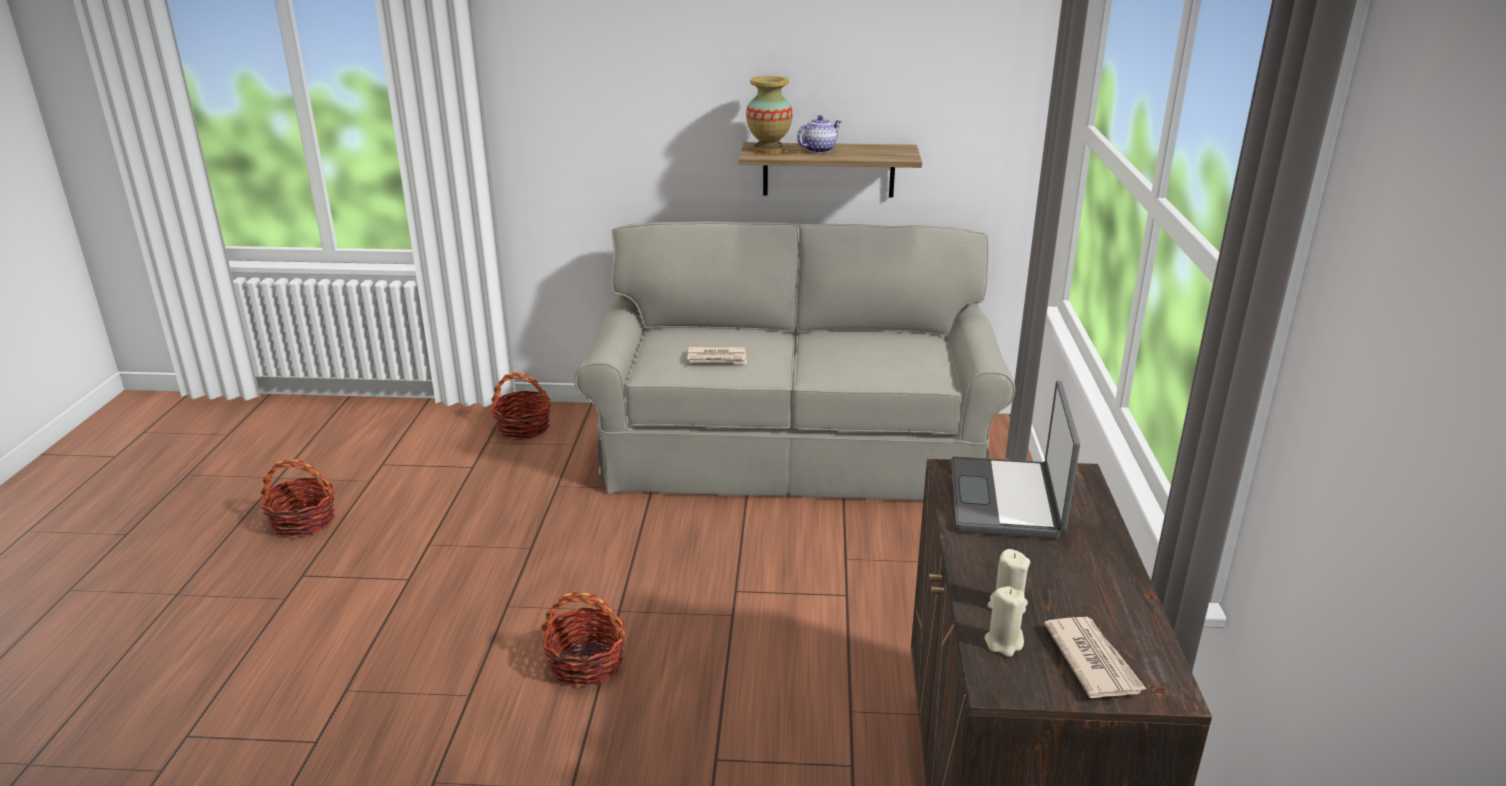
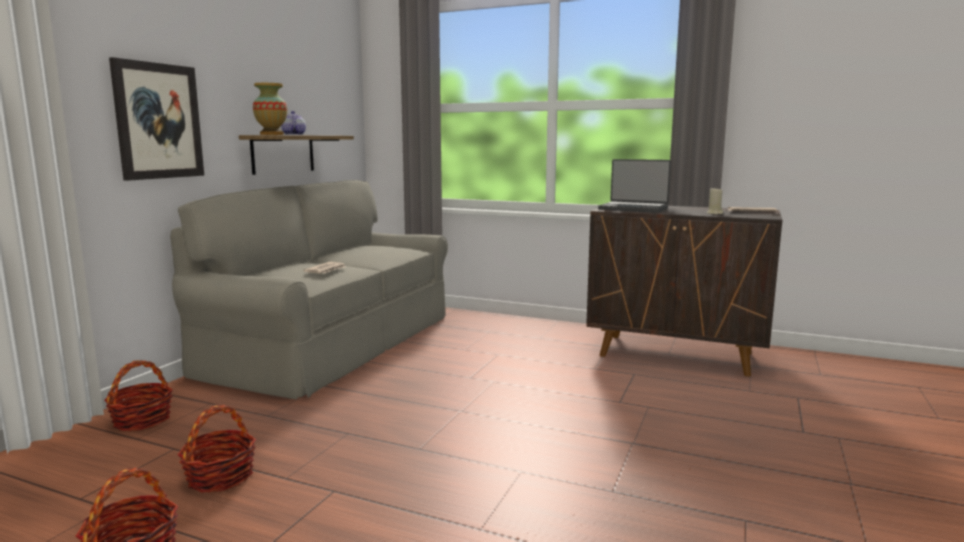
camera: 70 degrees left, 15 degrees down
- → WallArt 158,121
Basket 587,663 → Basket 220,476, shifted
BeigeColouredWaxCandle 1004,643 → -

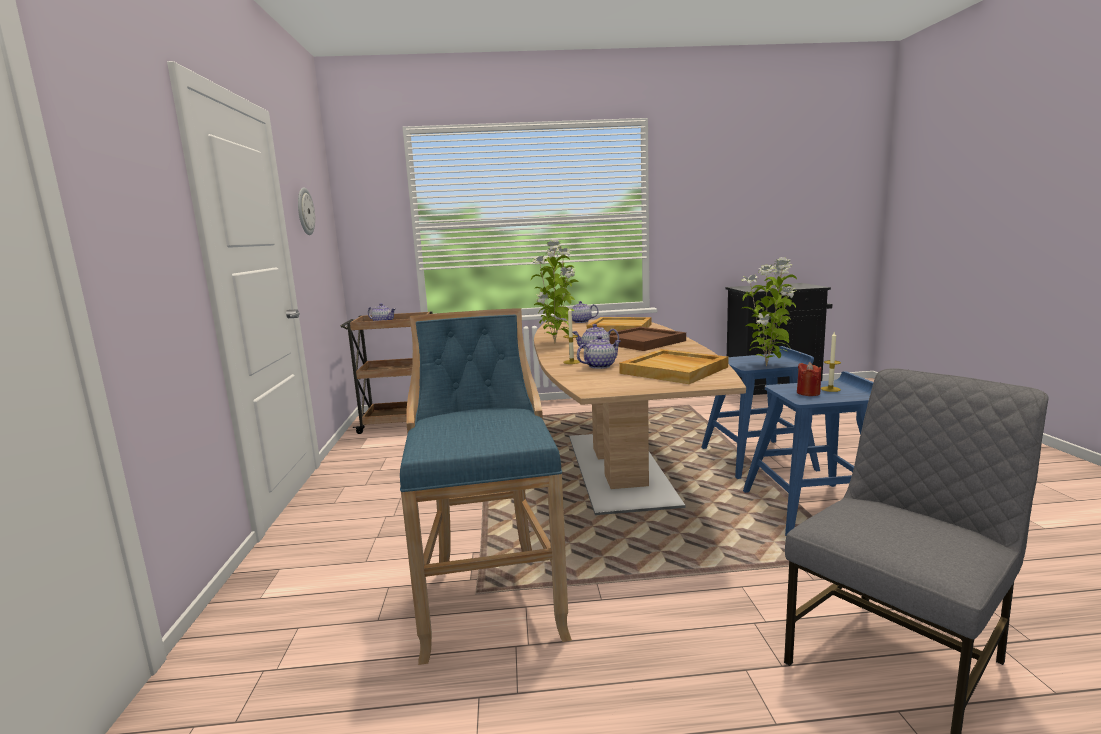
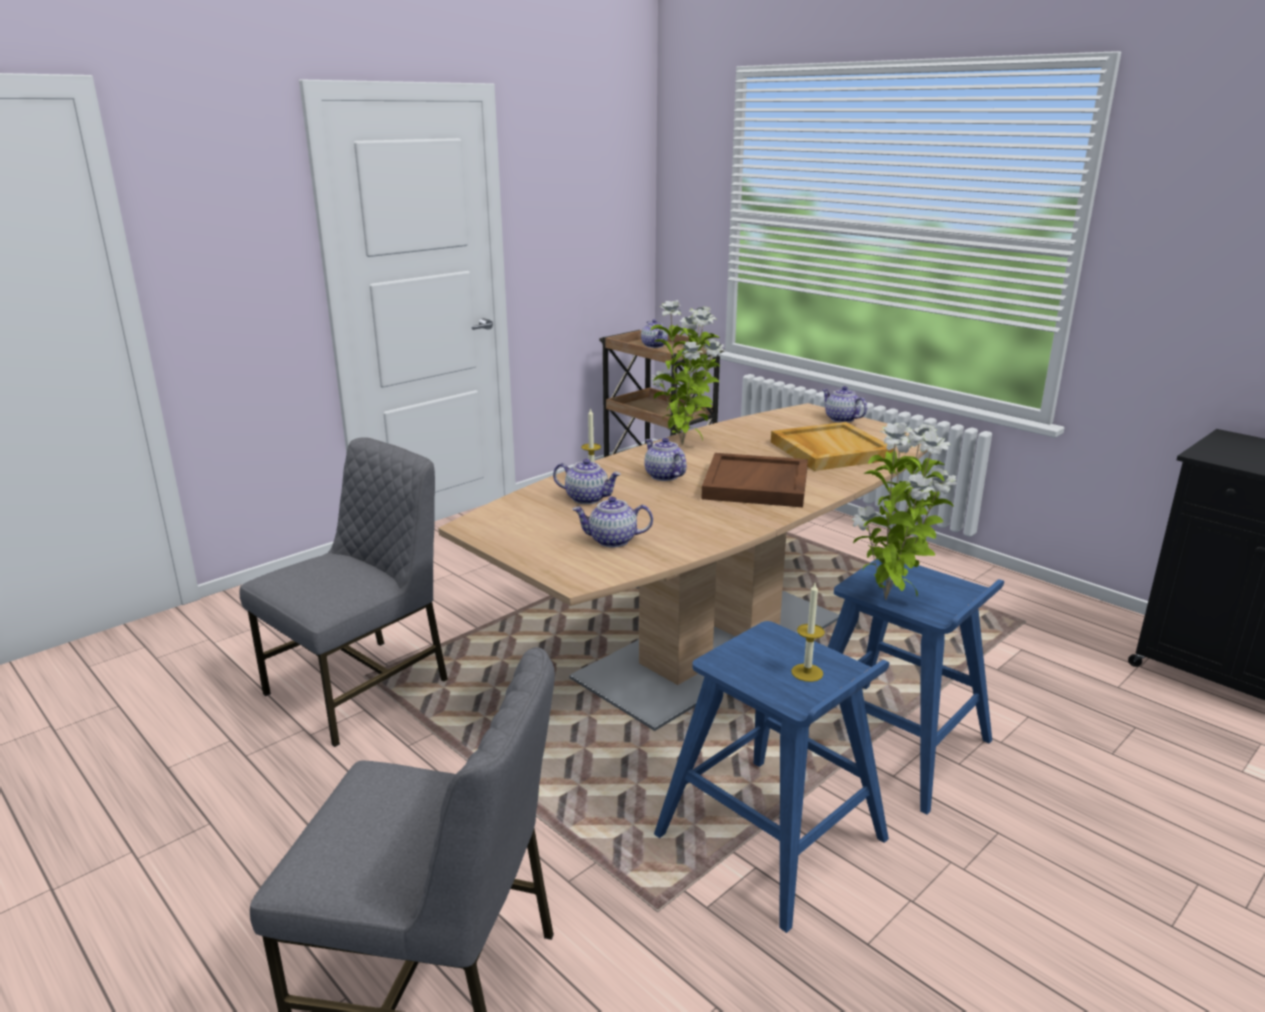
camera: 50 degrees right, 10 degrees up
BlueColouredStoolSeat 490,599 → GreyUprightChair 361,687
BeigeColouredServingTray 675,370 → PotForTea 612,541
WallClock 304,211 → -
RedWaxCandle 808,393 → -

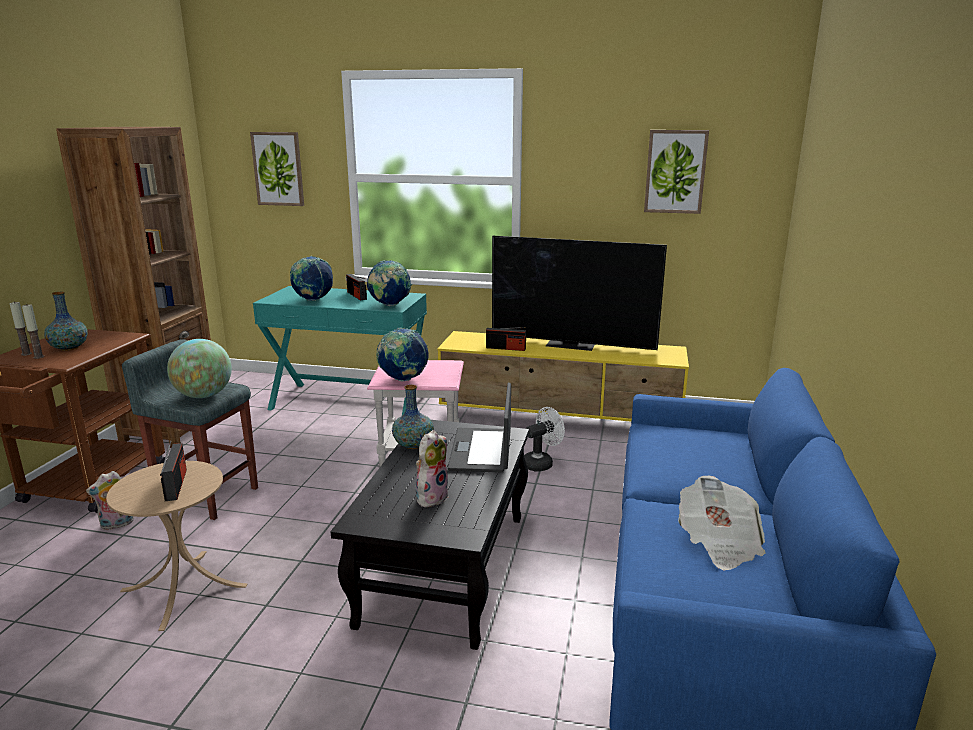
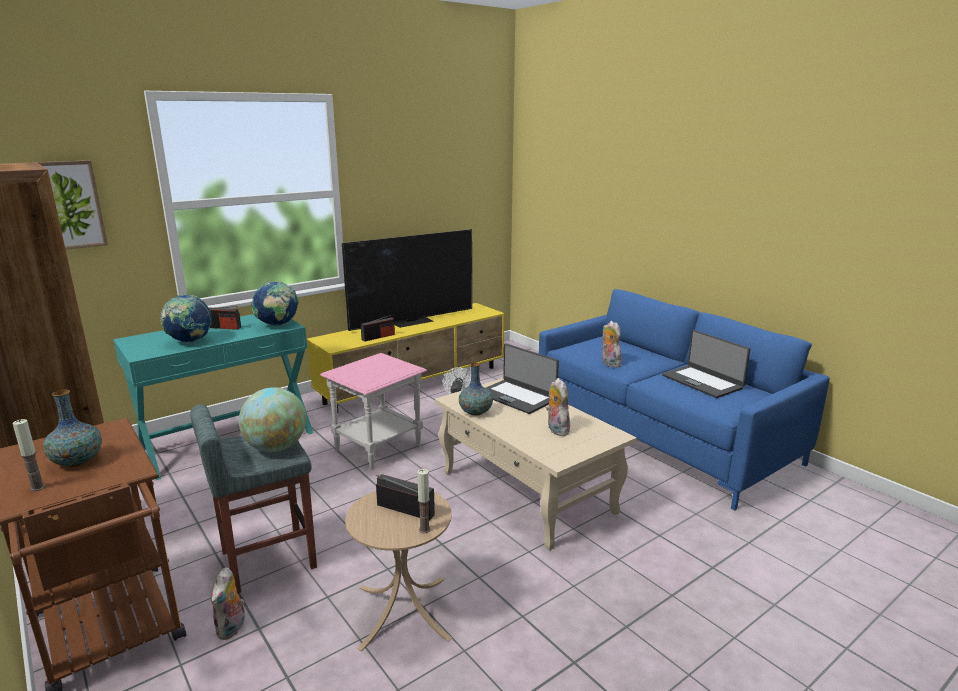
camera: 50 degrees left, 0 degrees up
WaxCandle 38,357 → WaxCandle 424,529, shifted
BlackColouredLoungeTable 445,569 → BeigeColouredLoungeTable 528,492
- → PlushToy 609,363
PrintedPaper 718,543 → NotebookComputer 702,381
Globe 403,379 → -
WallArt 675,171 → -

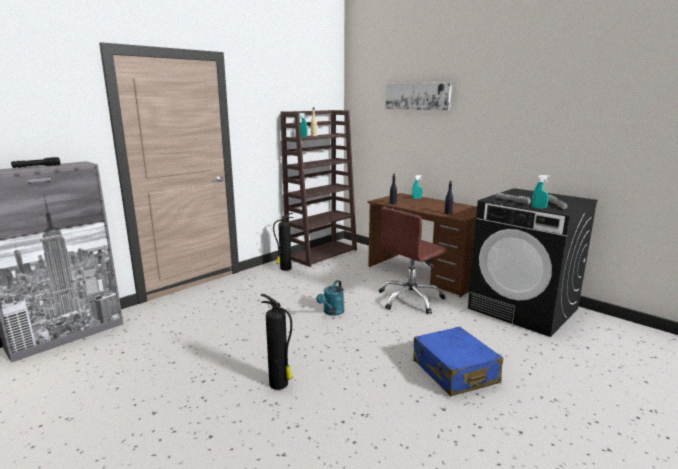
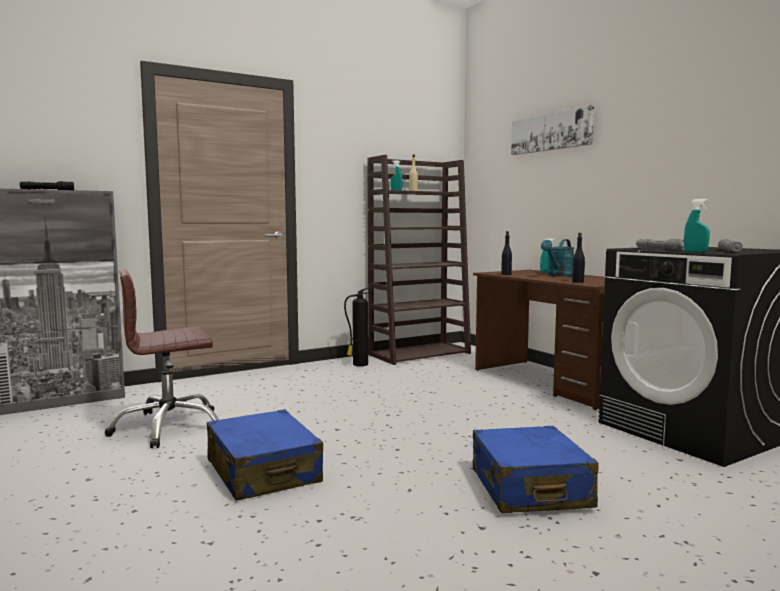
camera: 15 degrees right, 10 degrees down
BrownOfficeChair 410,299 → BrownOfficeChair 168,427, shifted
Extinguisher 279,384 → BlueColouredTravelCase 263,472
TurquoiseColouredWateringCan 332,312 → TurquoiseColouredWateringCan 558,275, shifted

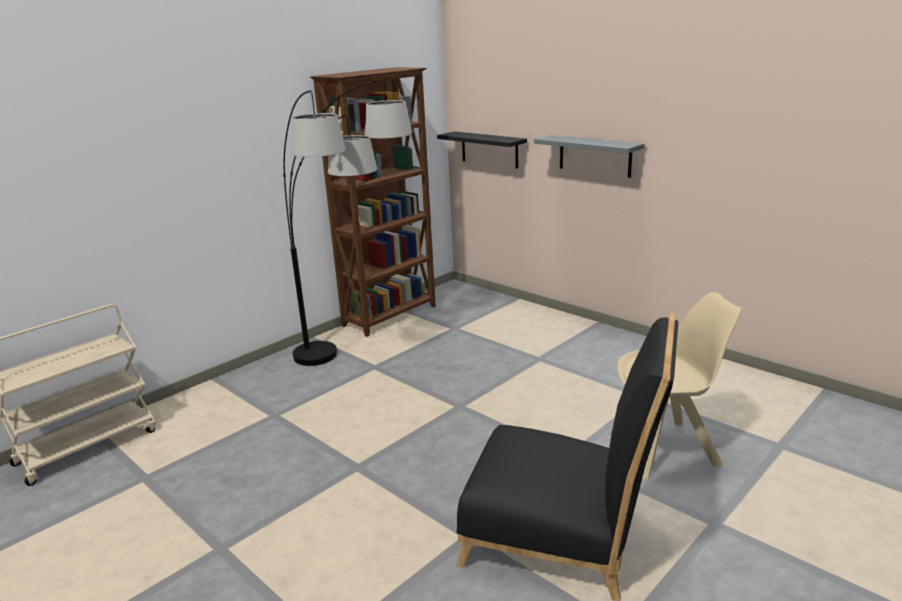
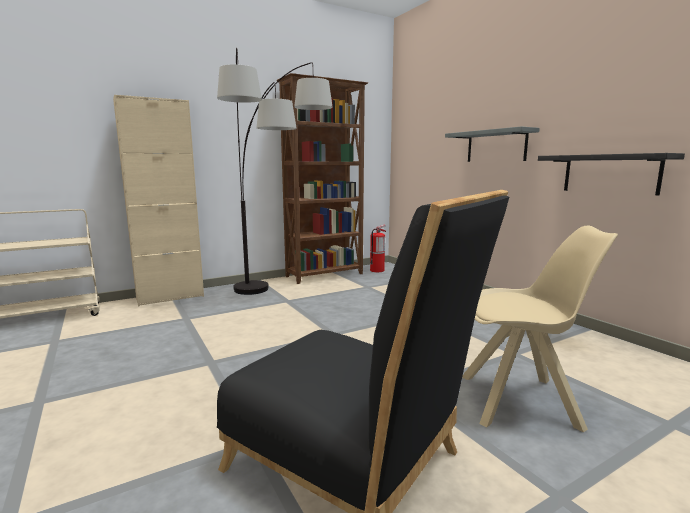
camera: 15 degrees right, 10 degrees down
- → BeigeColouredStorageCabinet 170,297
- → Extinguisher 377,270
BlackColouredBracketShelf 489,149 → BlackColouredBracketShelf 610,174, shifted

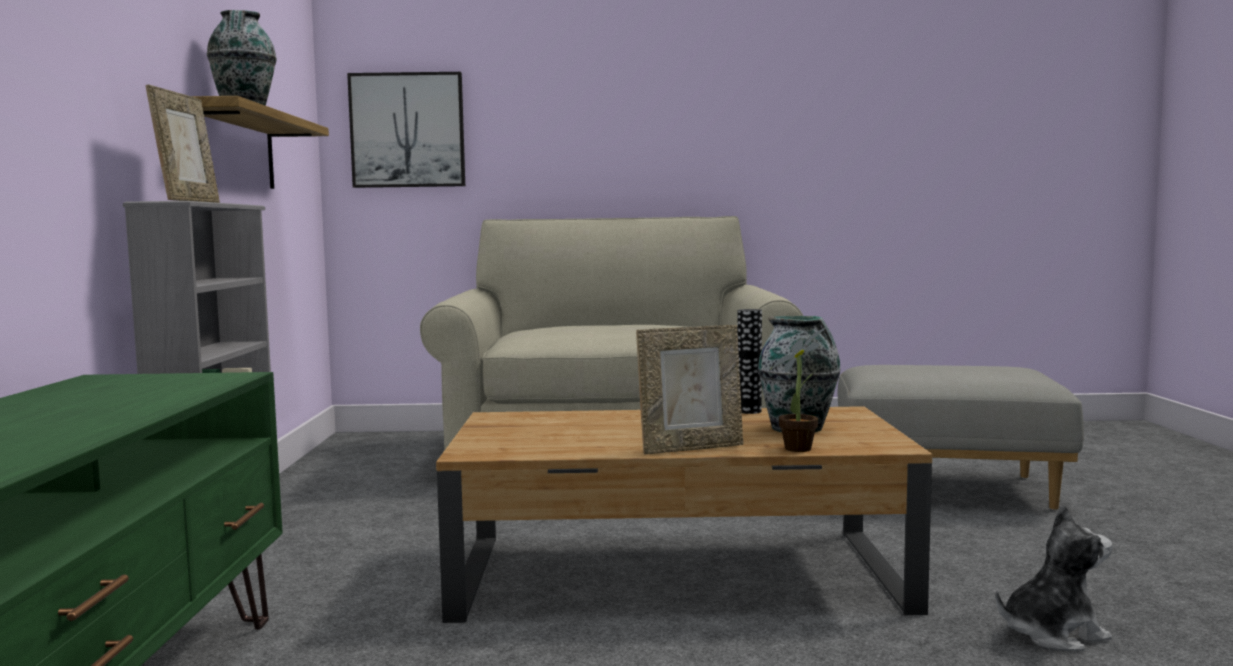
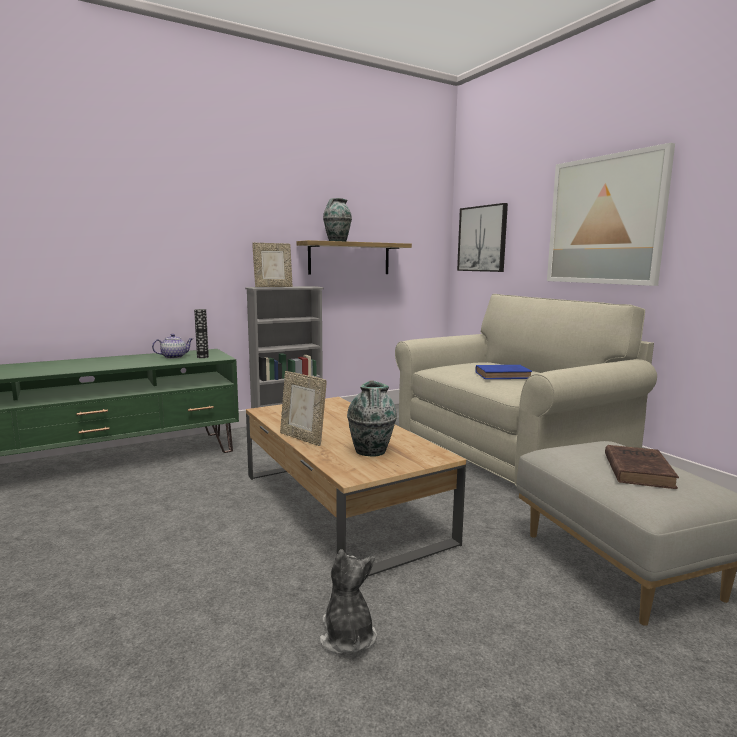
camera: 60 degrees right, 5 degrees up
- → PotForTea 174,357
DecorativeVase 749,411 → DecorativeVase 202,357, shifted
PlushToy 1052,633 → PlushToy 347,636, 150 degrees counterclockwise
- → BlueColouredBook 504,375
- → WallArt 605,220
- → BrownBook 637,470
PottedPlant 801,448 → -

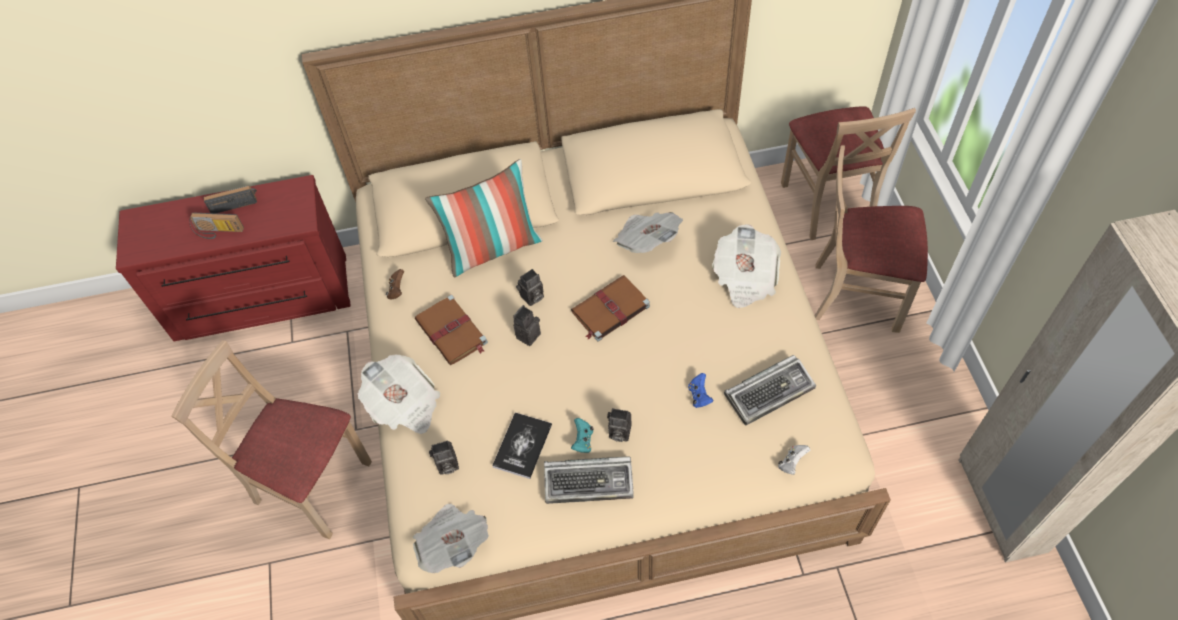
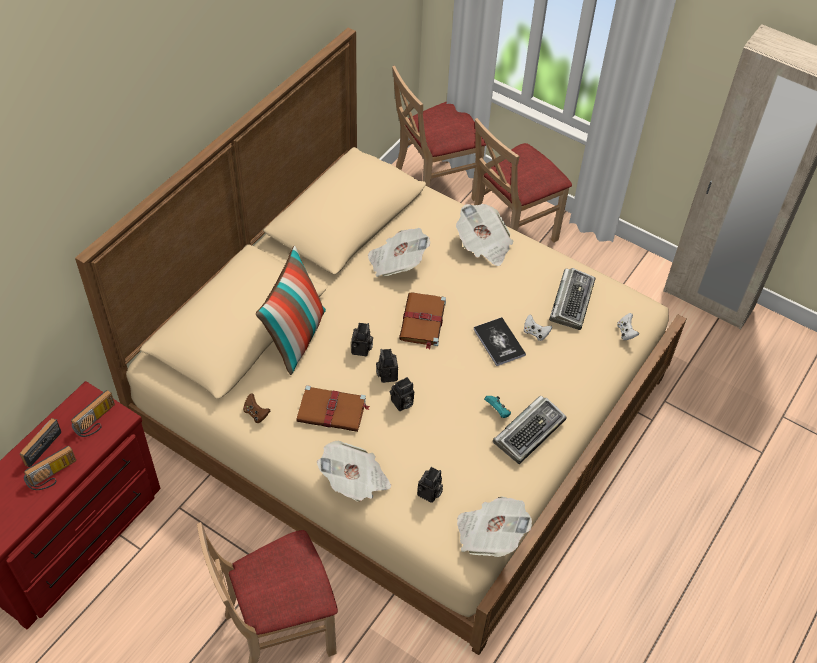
camera: 50 degrees left, 5 degrees down
- → Radio 97,421
PhotoCamera 618,433 → PhotoCamera 401,404, shifted
BeigeColouredUprightChair 828,204 → BeigeColouredUprightChair 434,187, 120 degrees clockwise
Book 522,446 → Book 499,342, shifted
BlueColouredJoypad 699,396 → WhiteColouredJoypad 535,333

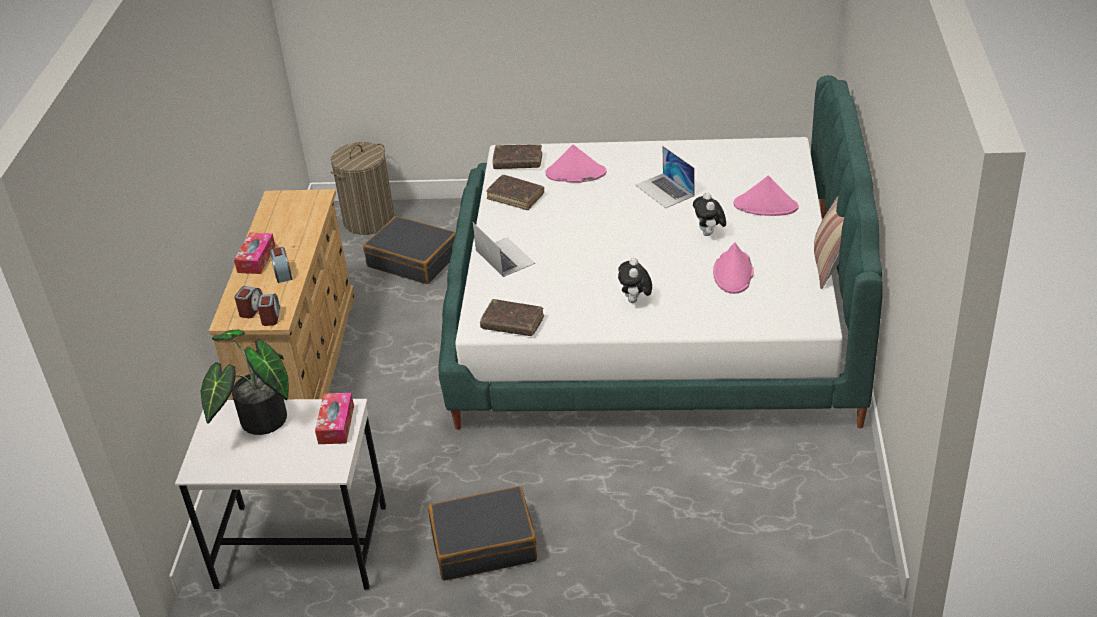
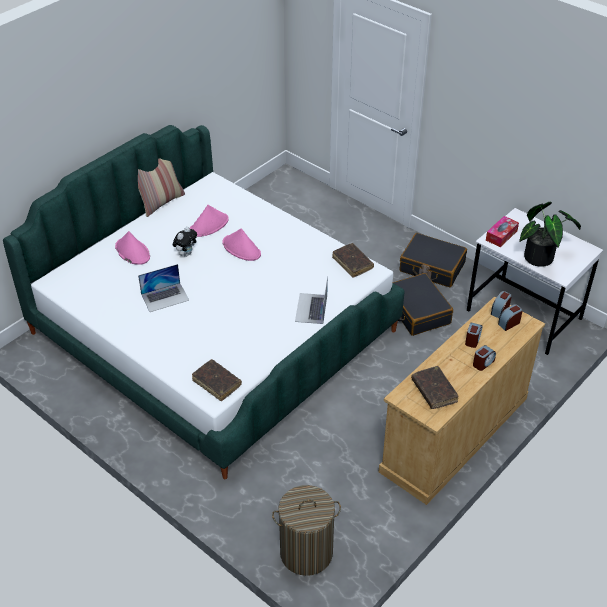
camera: 145 degrees left, 5 degrees up
NotebookComputer 664,190 → NotebookComputer 165,297, 60 degrees clockwise
PinkClothingHat 575,173 → PinkClothingHat 241,248, shifted
BlackColouredTravelCase 413,260 → BlackColouredTravelCase 417,311, shifted
BrownBook 515,197 → BrownBook 434,391, shifted
TissueHolder 256,259 → AlarmClock 483,363
PlushToy 635,301 → -

